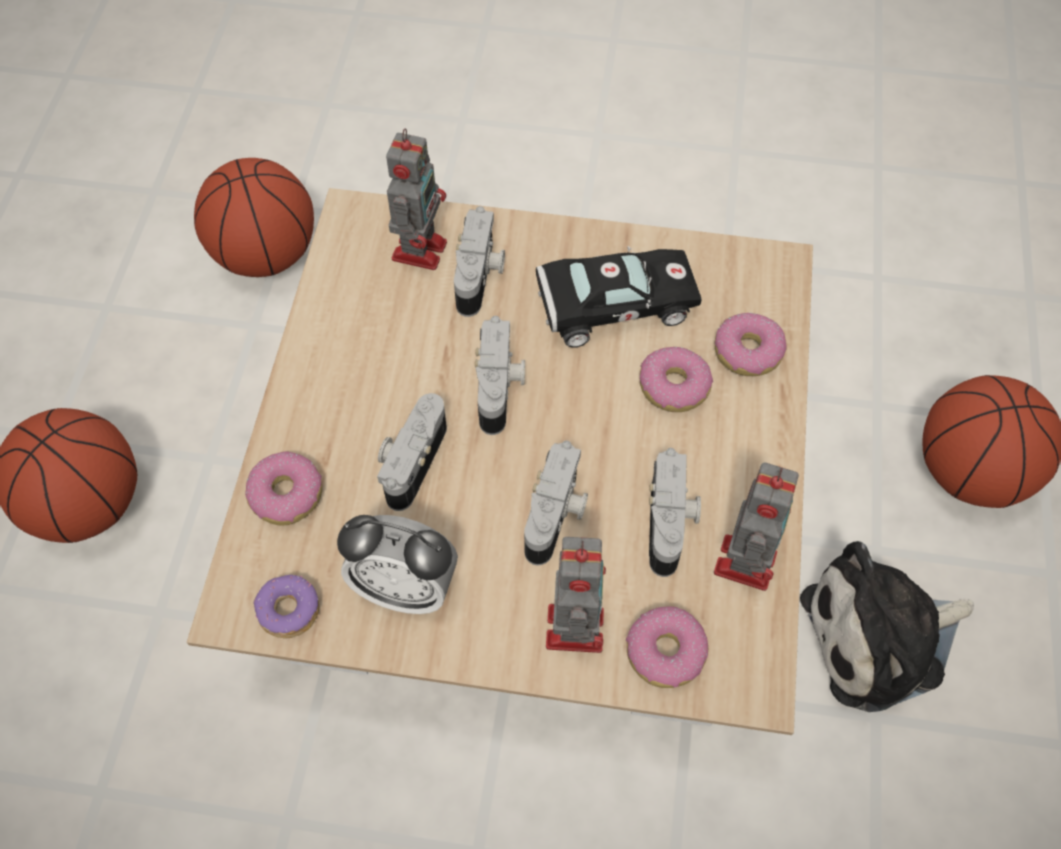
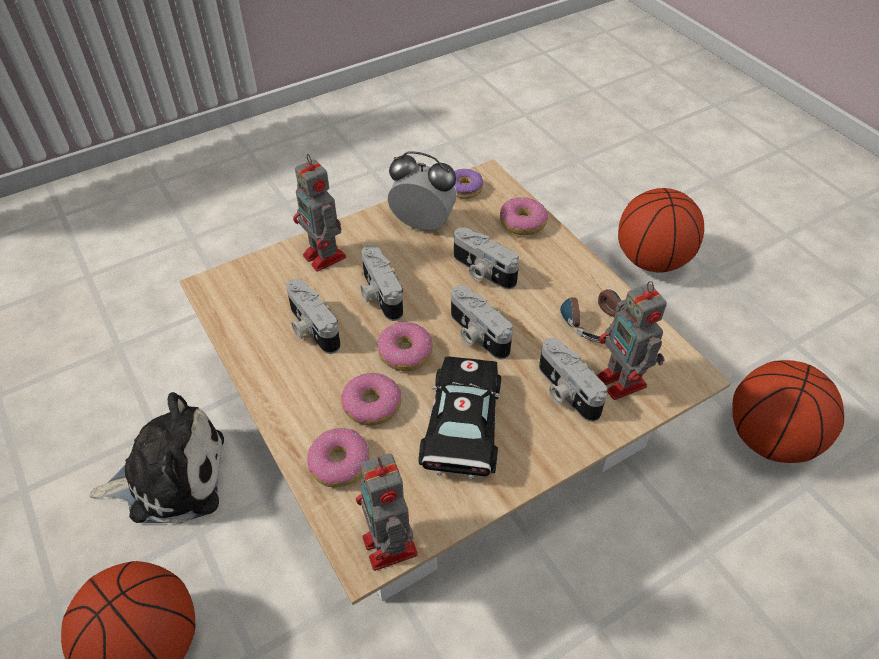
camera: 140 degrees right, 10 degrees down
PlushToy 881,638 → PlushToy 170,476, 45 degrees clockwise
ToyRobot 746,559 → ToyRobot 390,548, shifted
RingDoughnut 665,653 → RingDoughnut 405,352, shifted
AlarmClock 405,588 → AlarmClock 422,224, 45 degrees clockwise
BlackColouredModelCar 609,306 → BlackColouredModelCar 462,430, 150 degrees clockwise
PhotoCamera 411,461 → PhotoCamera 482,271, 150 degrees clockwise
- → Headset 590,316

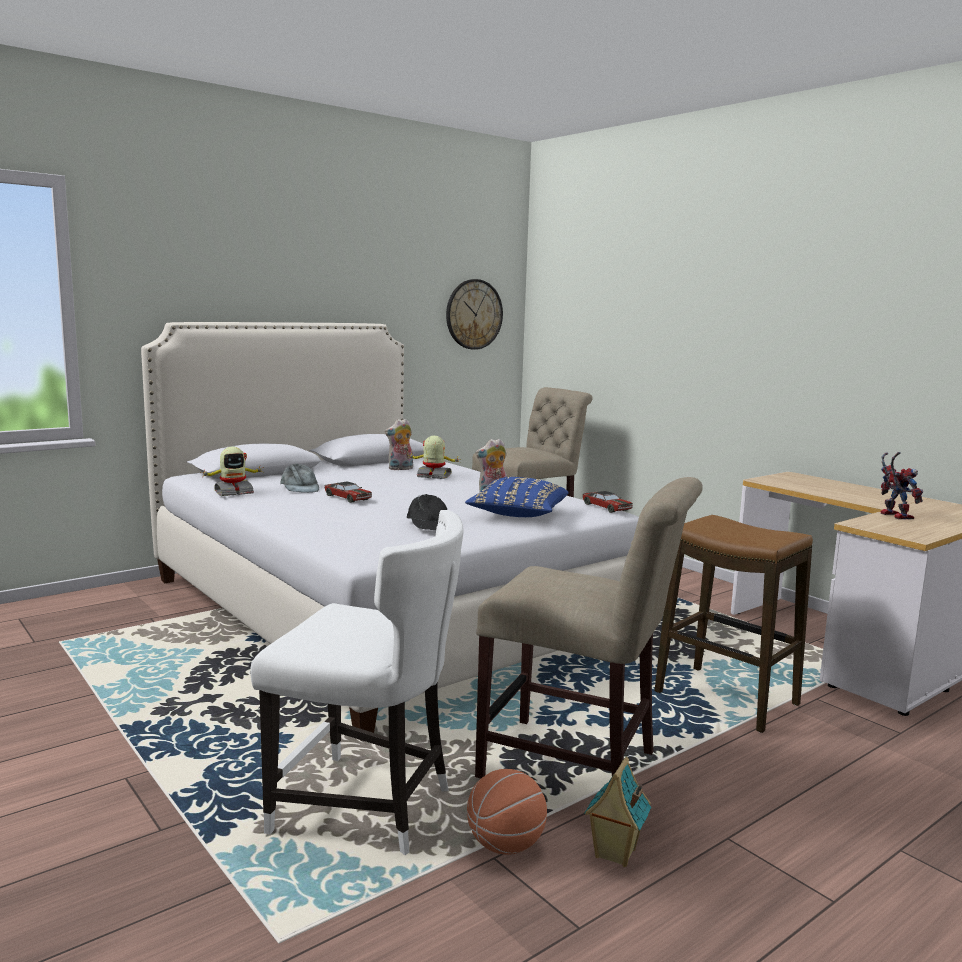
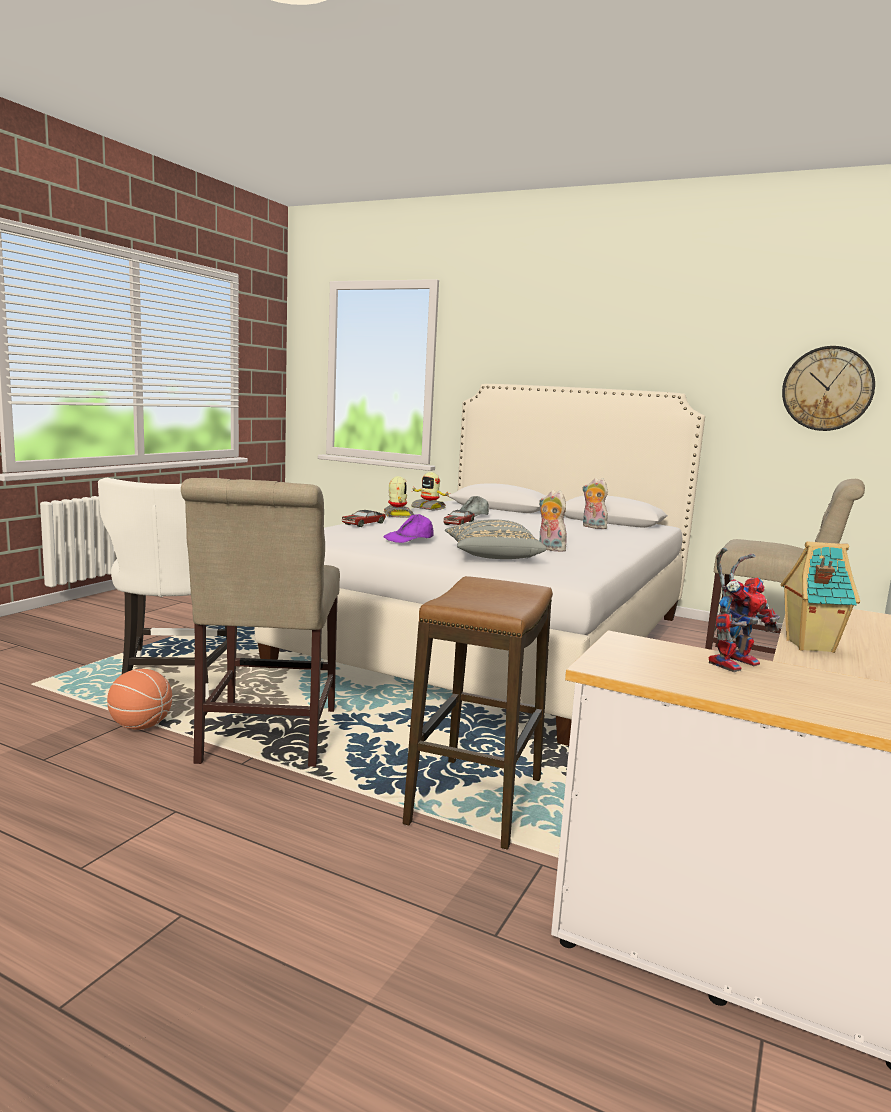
camera: 65 degrees right, 0 degrees up
ModelCar 606,507 → ModelCar 363,524, shifted
BlackColouredCap 429,523 → PurpleColouredCap 409,538
ToyRobot 434,476 → ToyRobot 397,515, shifted
BlueColouredCushion 518,515 → GreyCushion 492,557
MiniatureHouse 614,854 → MiniatureHouse 808,645, shifted

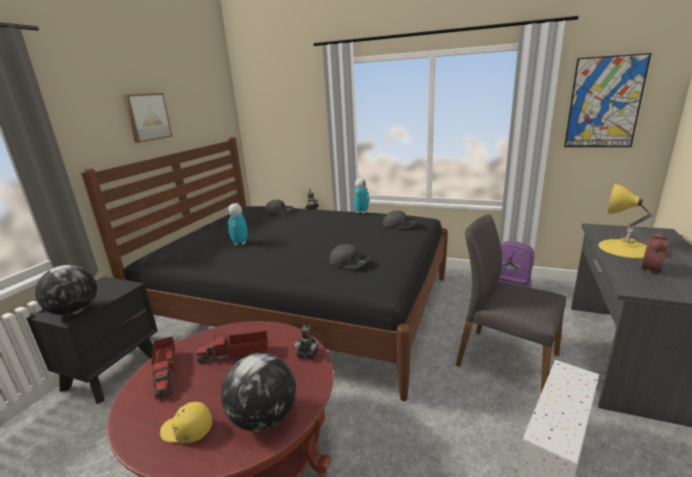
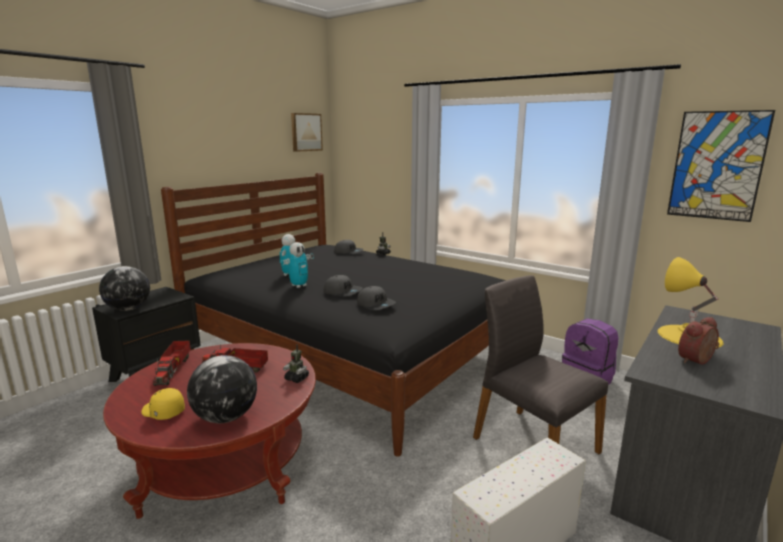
camera: 15 degrees right, 5 degrees down
ToyRobot 361,212 → ToyRobot 299,286, shifted
WallArt 147,117 → WallArt 305,132, shifted
GreyCap 399,224 → GreyCap 342,292, shifted

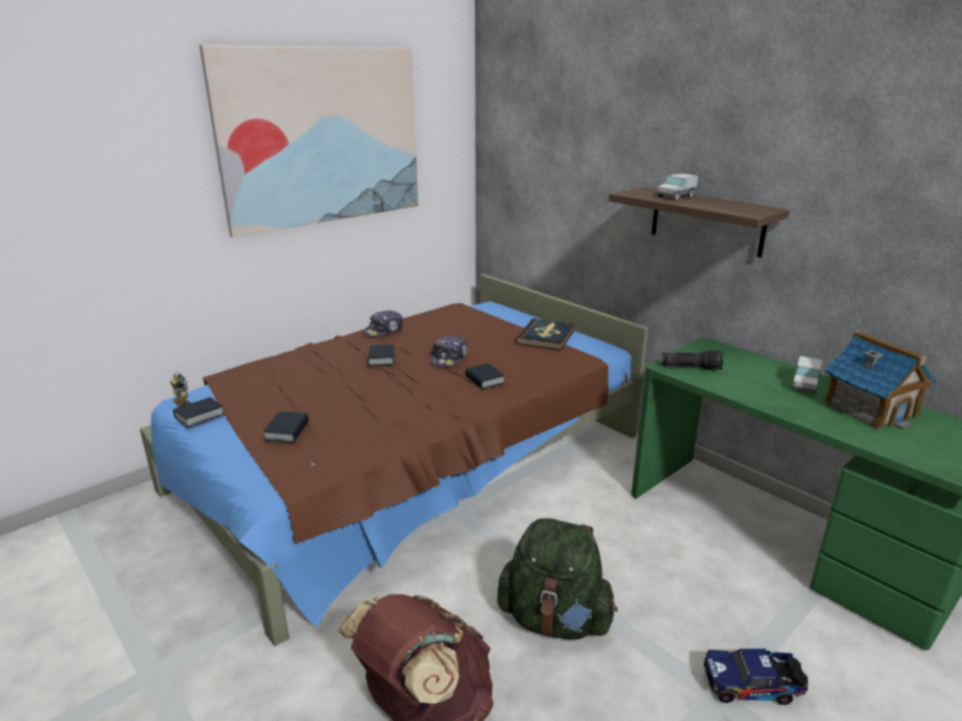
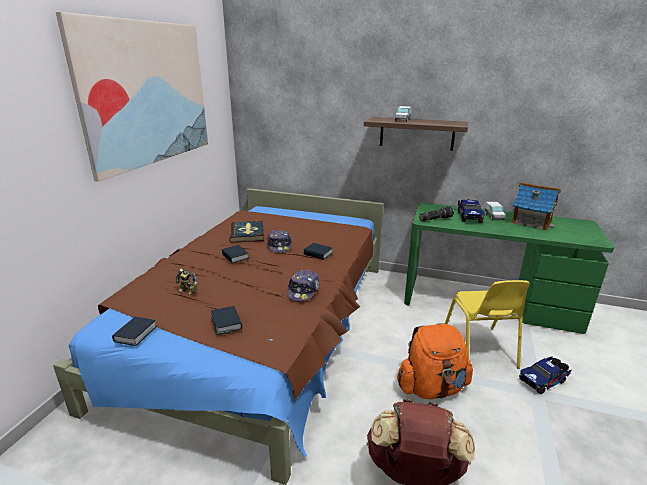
camera: 30 degrees left, 0 degrees up
ToyRobot 180,403 → ToyRobot 187,292, shifted
Book 546,337 → Book 247,233, shifted
Cap 383,331 → Cap 303,291, shifted
GreenKnapsack 554,620 → OrangeyKnapsack 432,388
- → YellowColouredUprightChair 479,349
- → ToyLorry 469,216

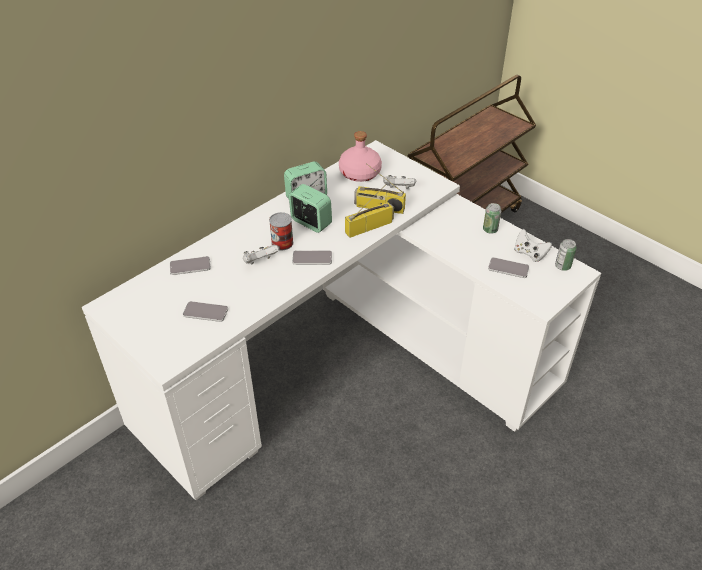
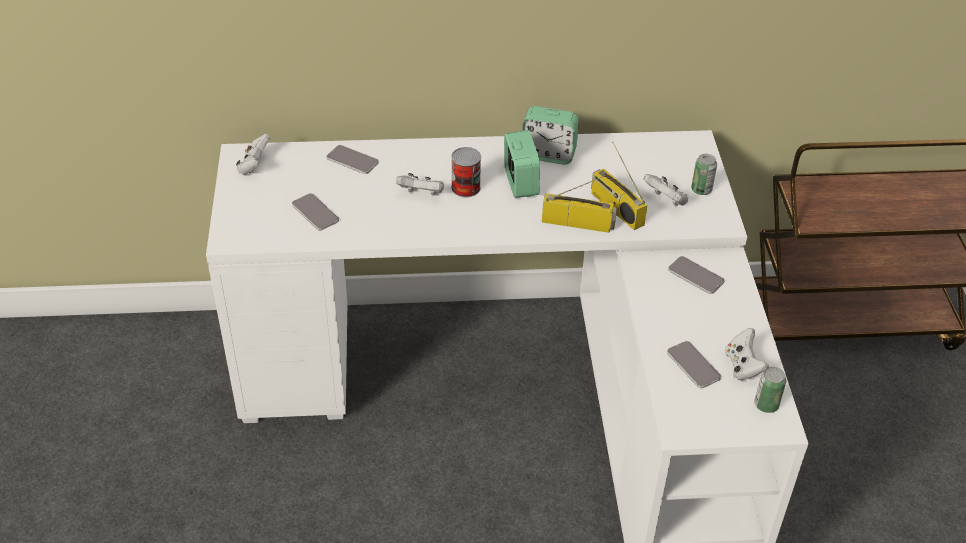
camera: 40 degrees right, 0 degrees up
- → WhiteColouredJoypad 254,166
Telephone 312,258 → Telephone 695,276, shifted
Can 490,229 → Can 701,190, shifted
PinkDrinkBottle 359,173 → -

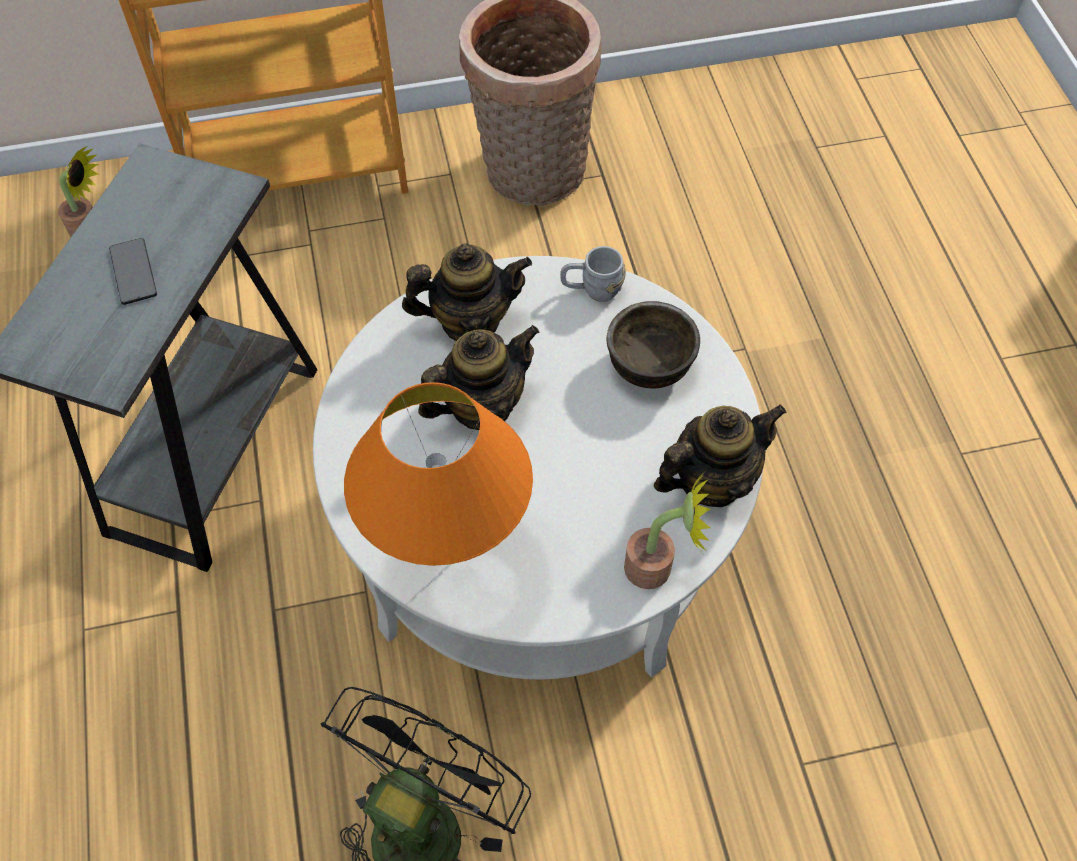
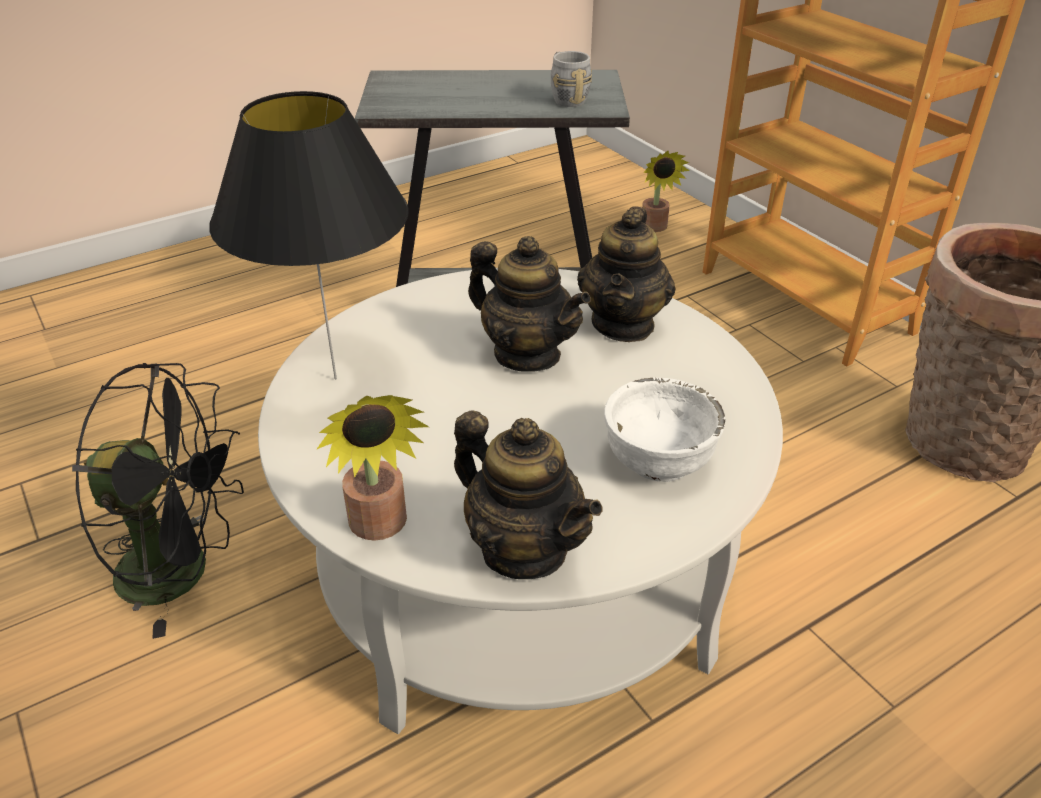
camera: 70 degrees right, 20 degrees down
OrangeyTableLamp 450,563 → BlackColouredTableLamp 335,378
GreyTeaMug 592,289 → GreyTeaMug 566,98, shifted
PotForTea 470,322 → PotForTea 623,324, 45 degrees clockwise
BrownServingBowl 650,365 → WhiteColouredServingBowl 659,460
Telephone 133,272 → -

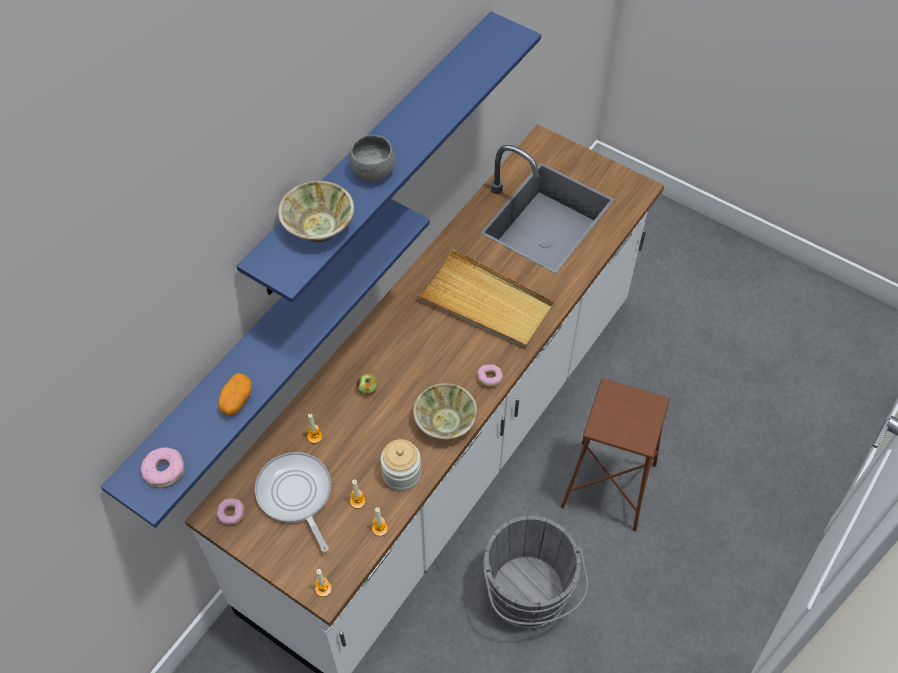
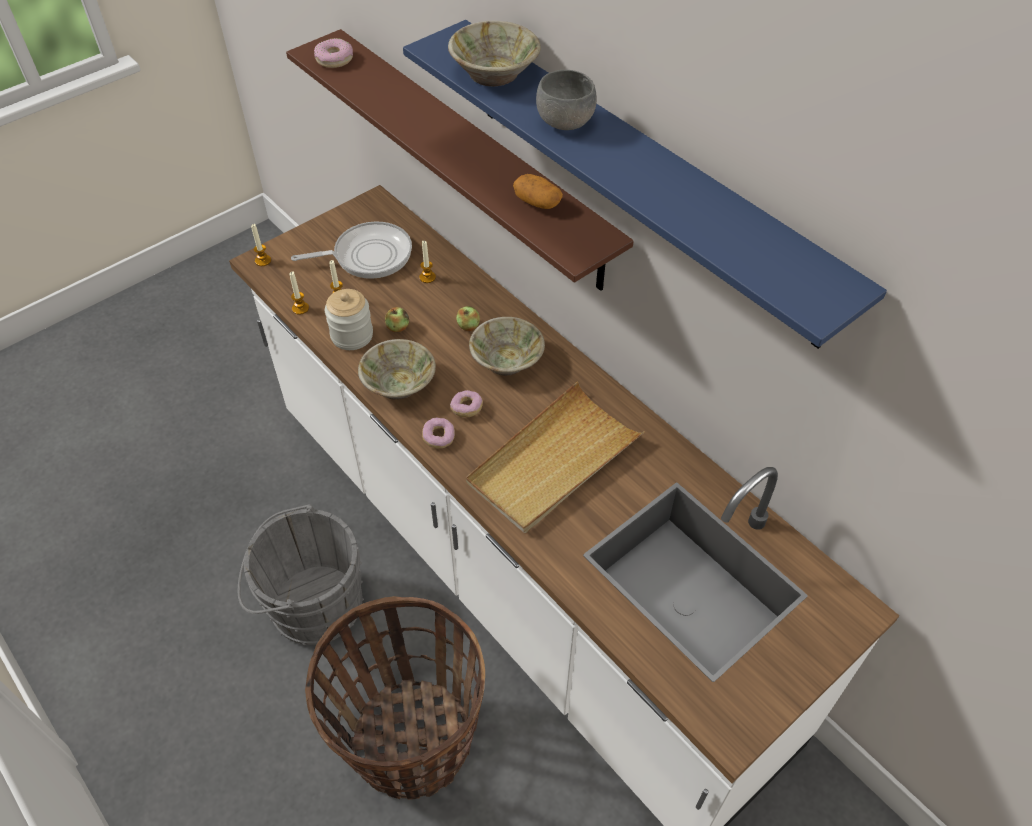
camera: 105 degrees right, 5 degrees down
BlueColouredBracketShelf 258,347 → BrownBracketShelf 472,157
BrownStoolSeat 609,485 → Basket 410,740
- → Apple 398,327
RingDoughnut 231,514 → RingDoughnut 466,408, shifted
- → BeigeColouredServingBowl 507,360
WholePotato 236,400 → WholePotato 537,202, shifted

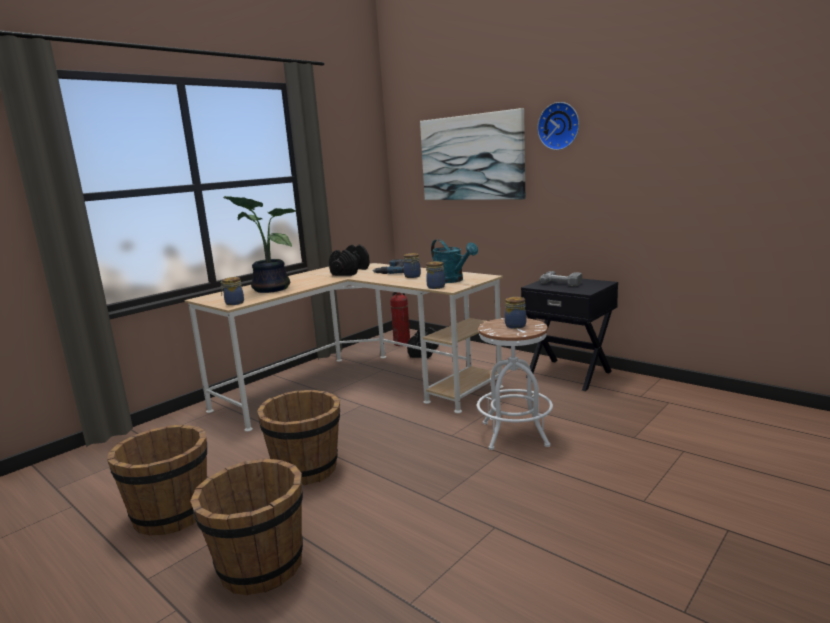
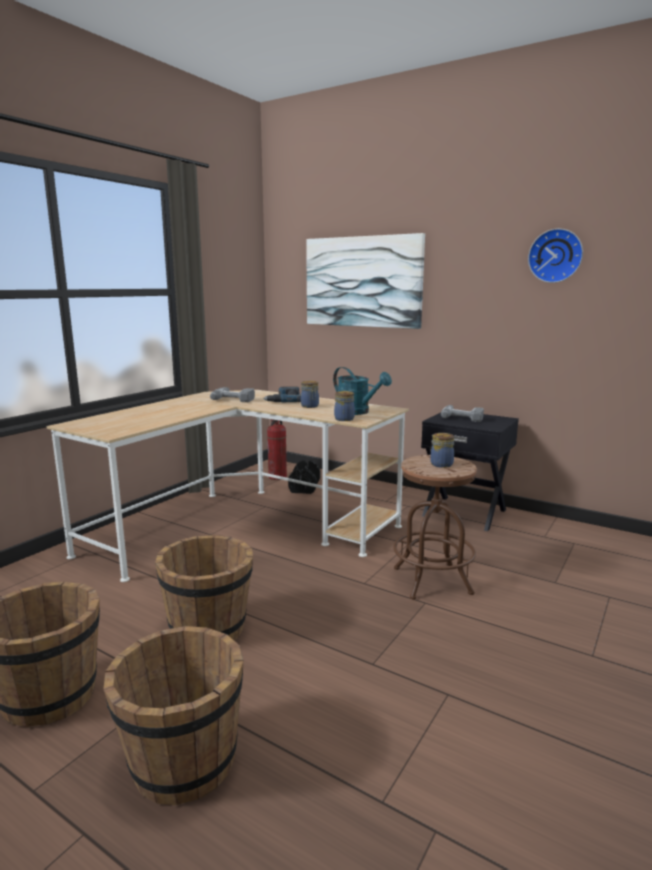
camera: 10 degrees left, 0 degrees up
BlackColouredHandWeight 350,272 → ElectricDrill 235,398
WhiteColouredStoolSeat 515,434 → BrownStoolSeat 432,581
WallClock 559,126 → WallClock 555,256, shifted
StorageJar 233,303 → -
PottedPlant 268,289 → -

